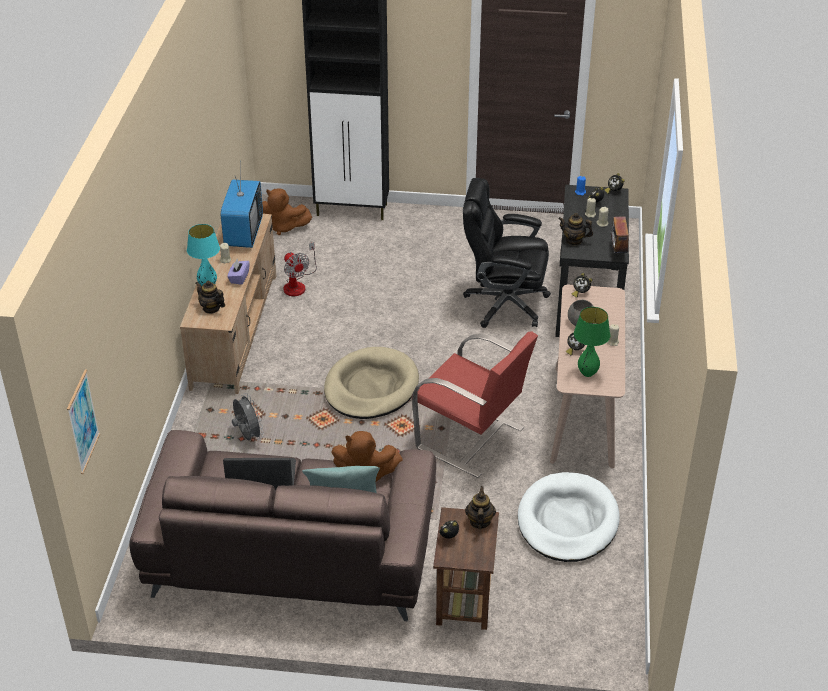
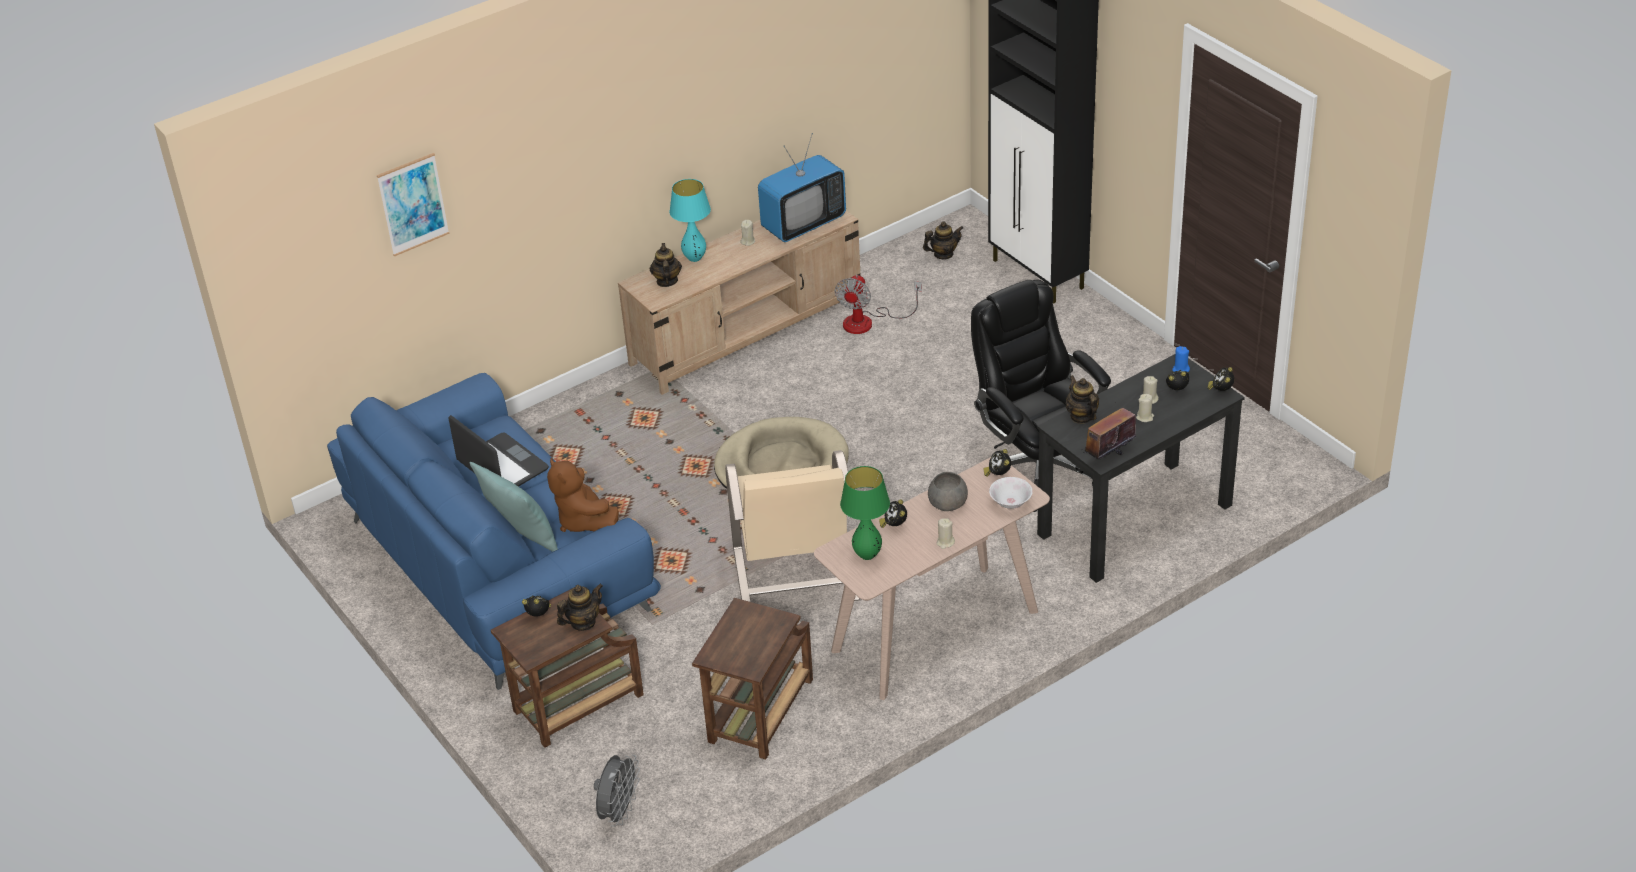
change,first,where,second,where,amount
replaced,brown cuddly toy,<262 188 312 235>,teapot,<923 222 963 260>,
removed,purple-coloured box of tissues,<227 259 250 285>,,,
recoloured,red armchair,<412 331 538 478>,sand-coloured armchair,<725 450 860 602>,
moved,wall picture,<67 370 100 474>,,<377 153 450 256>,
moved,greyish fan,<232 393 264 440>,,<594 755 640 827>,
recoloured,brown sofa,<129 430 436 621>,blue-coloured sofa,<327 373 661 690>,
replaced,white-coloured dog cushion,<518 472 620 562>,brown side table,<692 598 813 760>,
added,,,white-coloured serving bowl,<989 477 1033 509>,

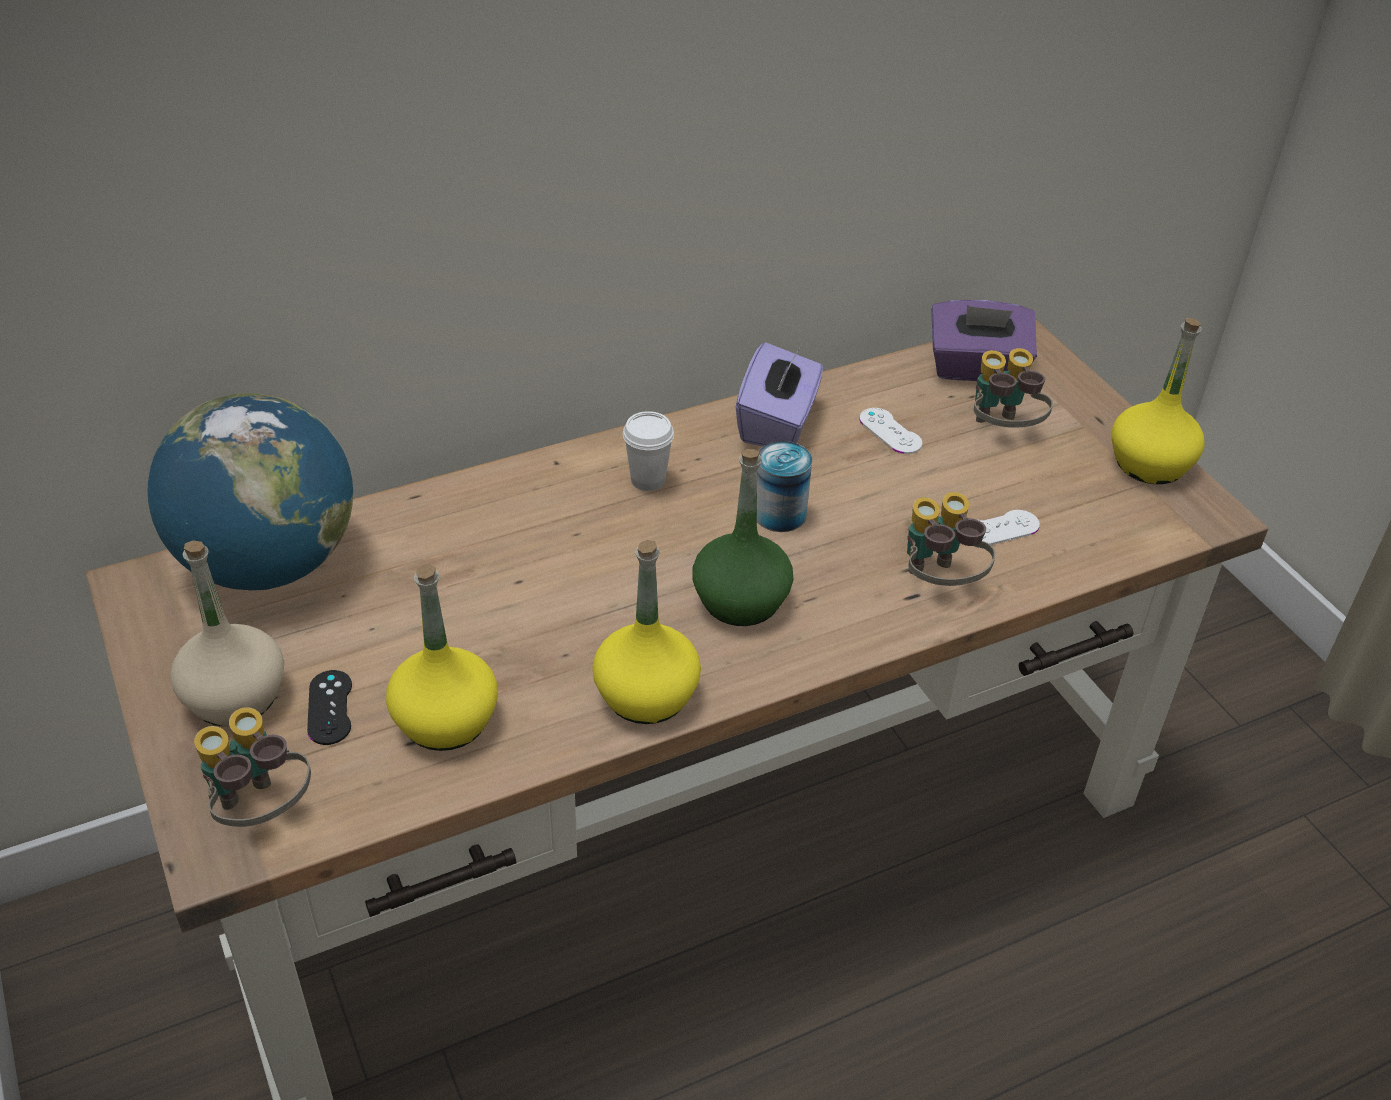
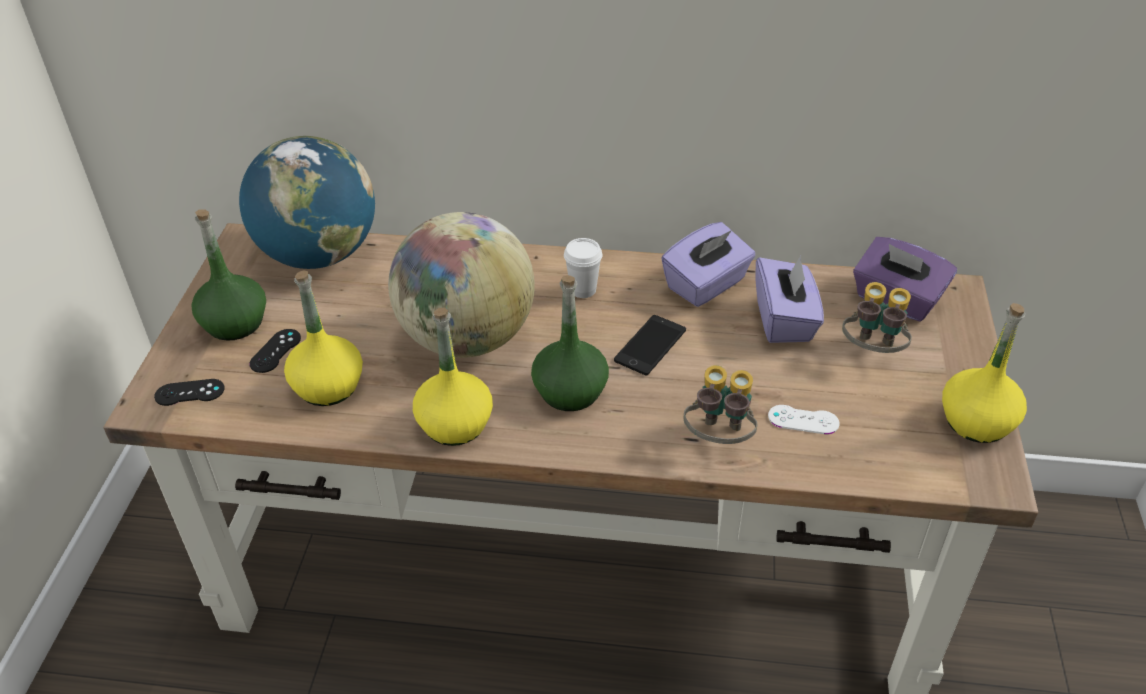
change,first,where,second,where,amount
replaced,white-coloured game controller,<859 408 922 454>,purple-coloured box of tissues,<756 256 824 343>,
replaced,can,<757 441 812 532>,telephone,<614 315 686 375>,
recoloured,sand-coloured bottle,<170 540 284 727>,green-coloured bottle,<191 210 266 341>,
replaced,binoculars,<194 707 311 827>,black-coloured game controller,<154 379 225 406>,
added,,,globe,<388 212 535 358>,

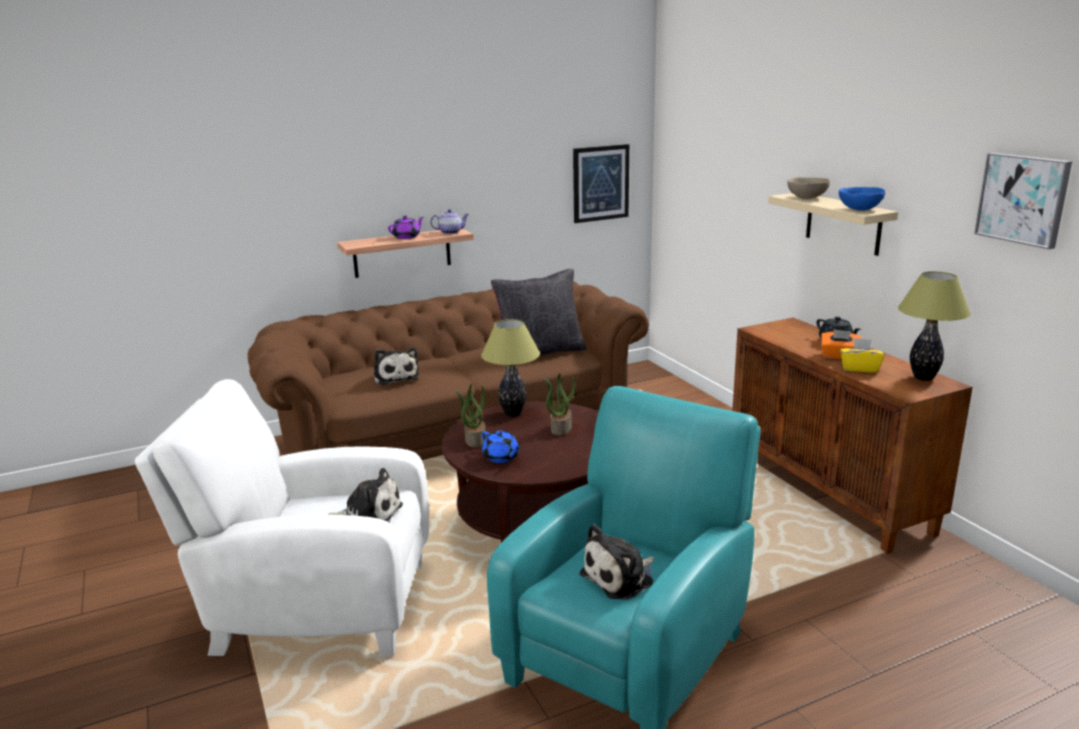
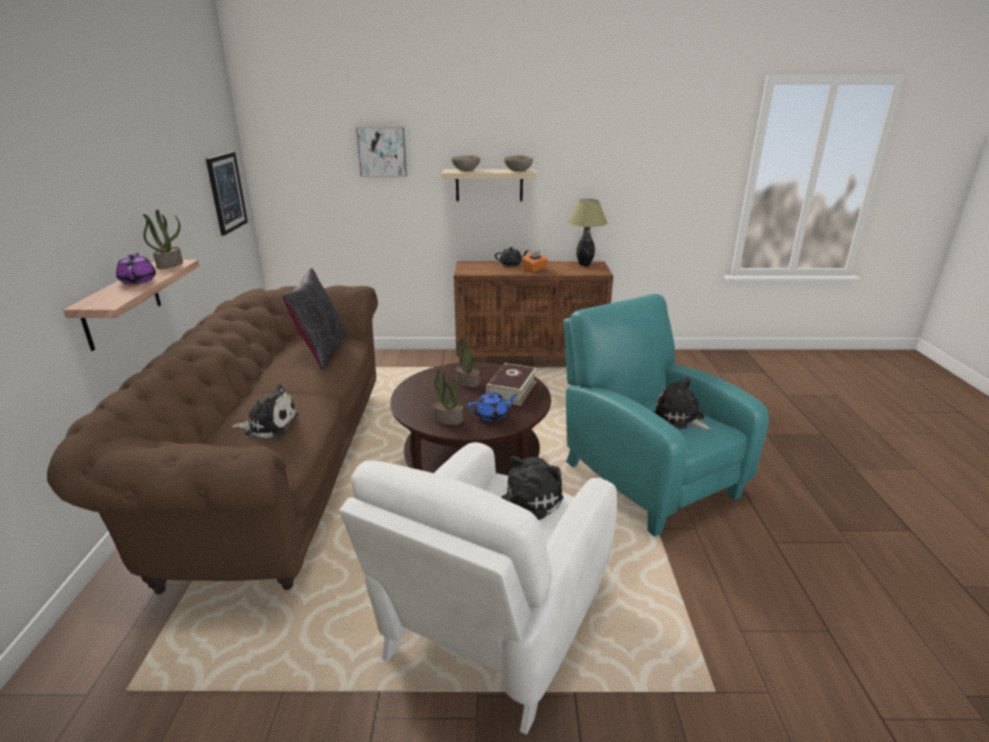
change,first,where,second,where,amount
moved,wall picture,<974 153 1072 249>,,<356 127 407 177>,
recoloured,blue-coloured serving bowl,<839 187 885 211>,sand-coloured serving bowl,<504 155 533 171>,
replaced,teapot,<430 209 469 234>,potted plant,<143 209 183 269>,
removed,table lamp,<481 319 540 417>,,,
removed,yellow-coloured box of tissues,<840 338 884 373>,,,
turned,cuddly toy,<579 524 654 600>,,<654 377 711 429>,150 degrees clockwise
added,,,bound book,<486 363 537 405>,

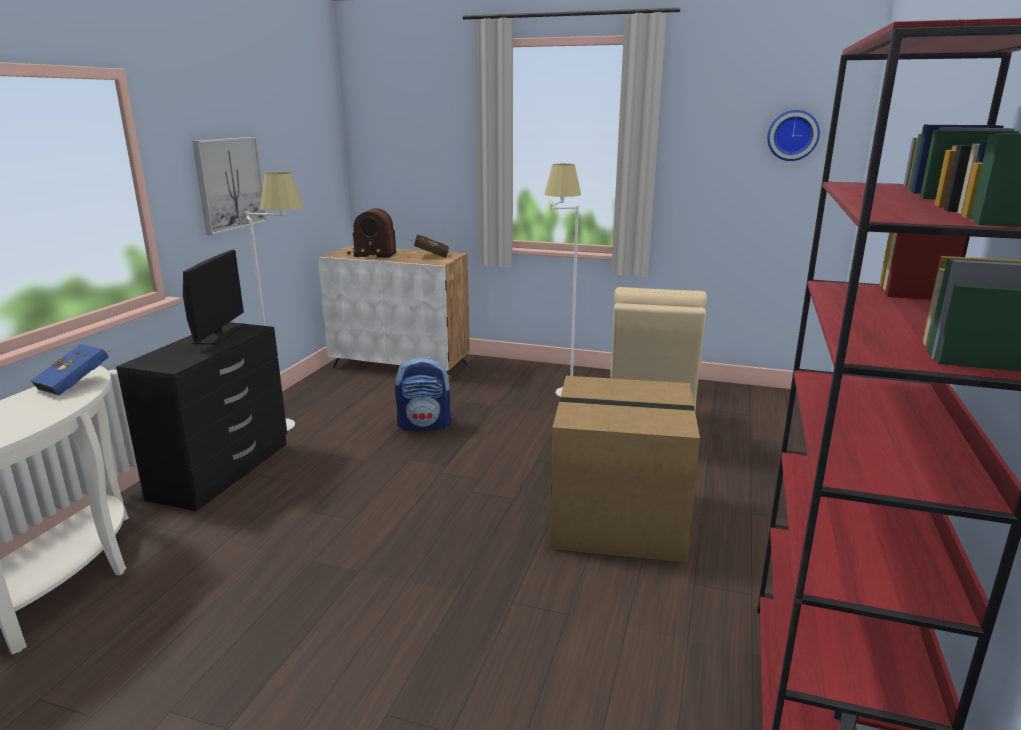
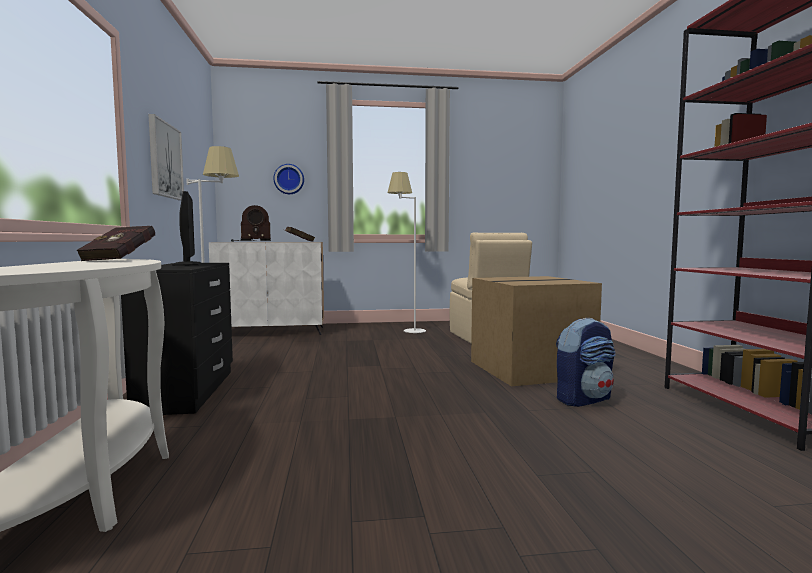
change,first,where,second,where,amount
moved,hanging clock,<767 110 820 161>,,<273 164 304 194>,
recoloured,blue-coloured bound book,<31 344 111 396>,red bound book,<77 226 155 261>,
moved,knapsack,<395 357 451 431>,,<556 318 616 407>,

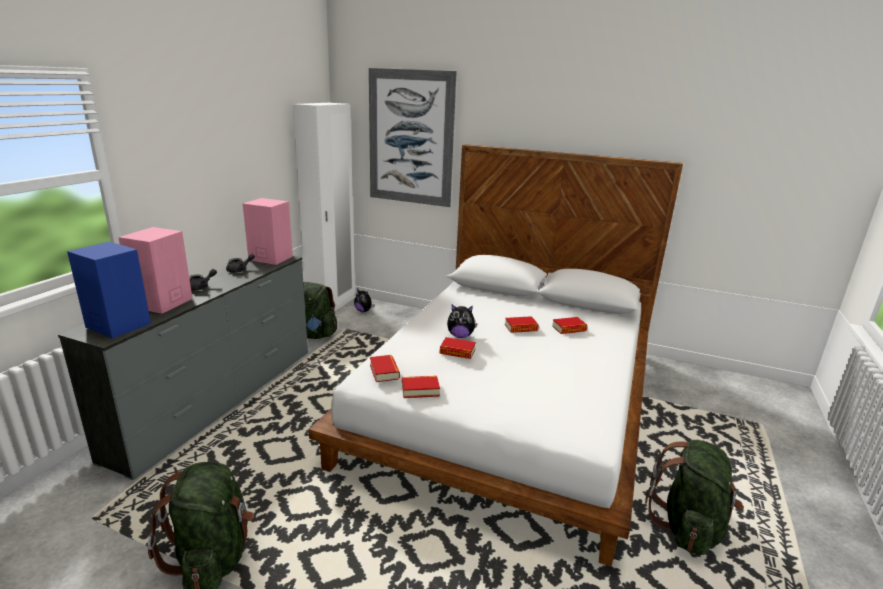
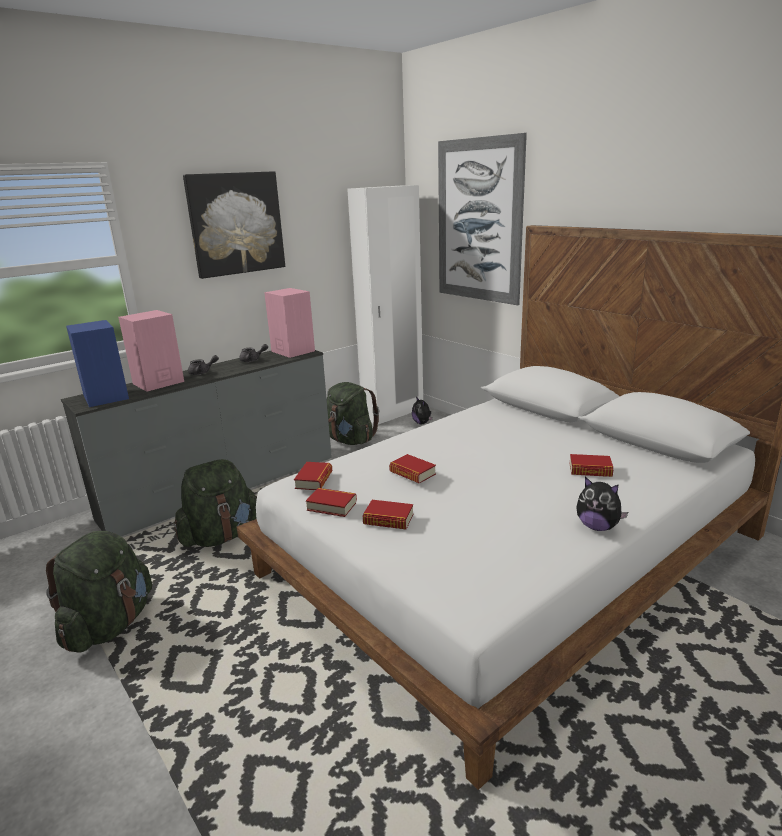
change,first,where,second,where,amount
moved,cuddly toy,<447 305 478 338>,,<576 477 628 531>,
moved,bound book,<505 316 539 333>,,<363 500 413 529>,
moved,green-coloured knapsack,<645 440 744 555>,,<174 459 257 547>,
added,,,wall picture,<183 171 285 279>,

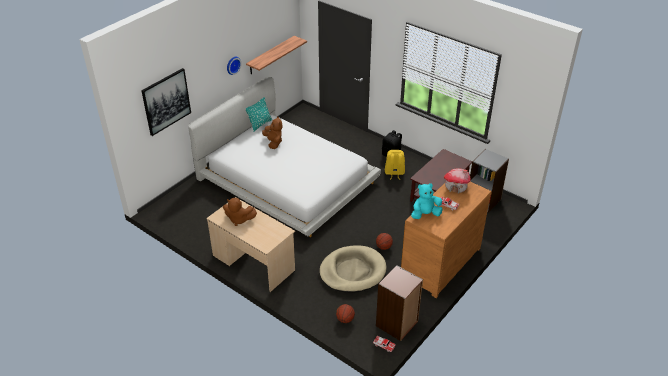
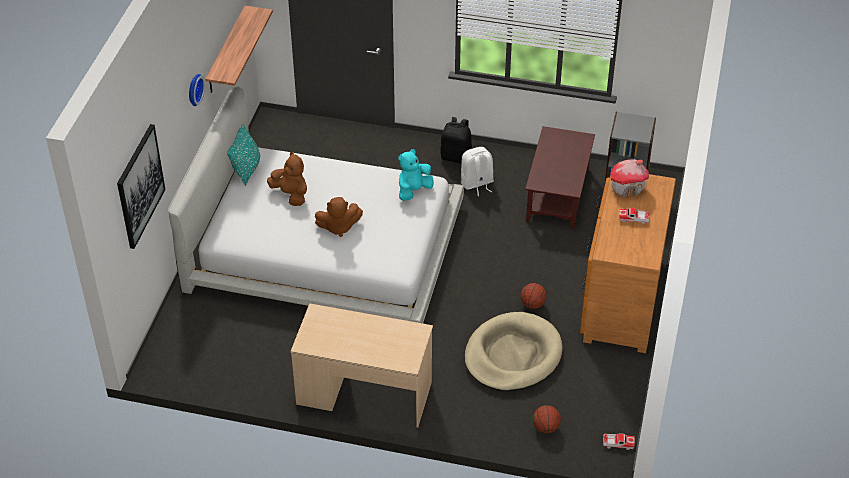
change,first,where,second,where,amount
recoloured,yellow-coloured knapsack,<385 150 405 180>,white-coloured knapsack,<461 147 494 196>,
moved,blue-green cuddly toy,<411 183 443 219>,,<398 149 434 201>,
moved,brown cuddly toy,<223 198 257 226>,,<315 197 363 237>,
removed,brown shelving unit,<376 265 423 341>,,,

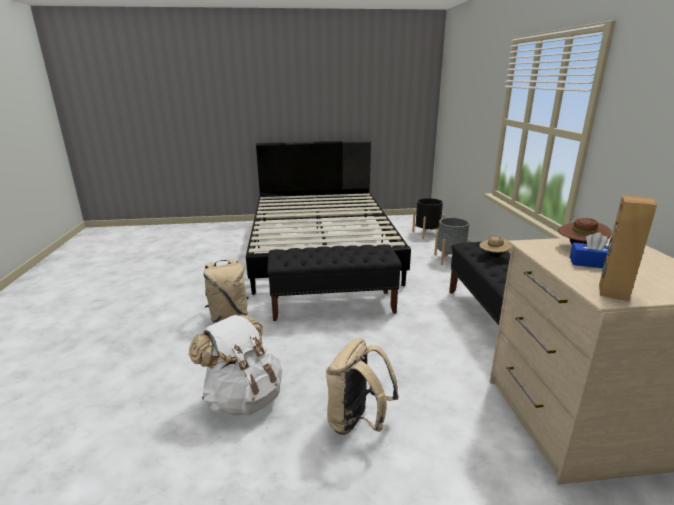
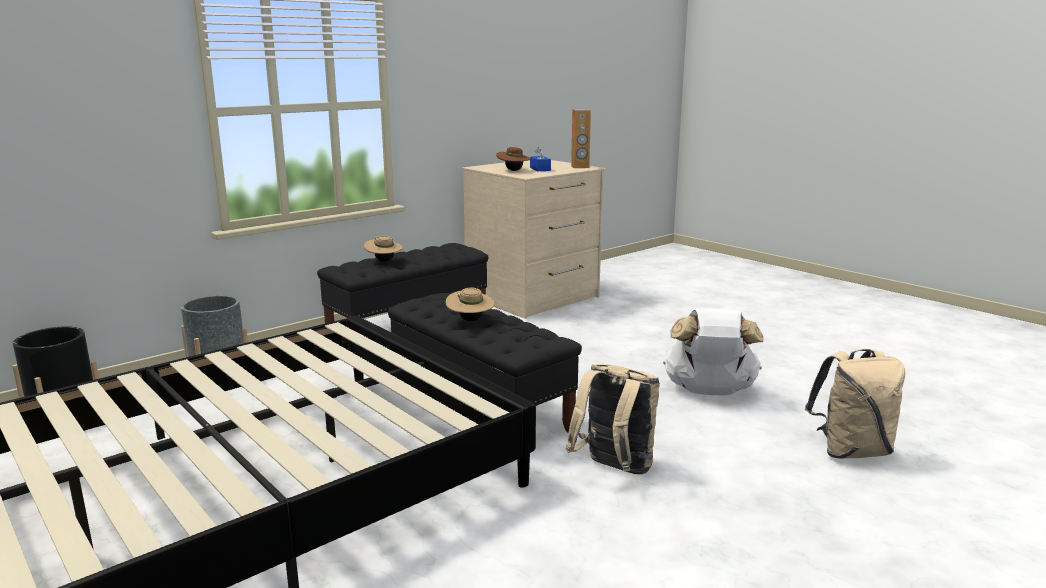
change,first,where,second,where,amount
moved,sand-coloured knapsack,<326 338 399 435>,,<805 349 905 459>,
added,,,sand-coloured clothing hat,<446 288 495 321>,

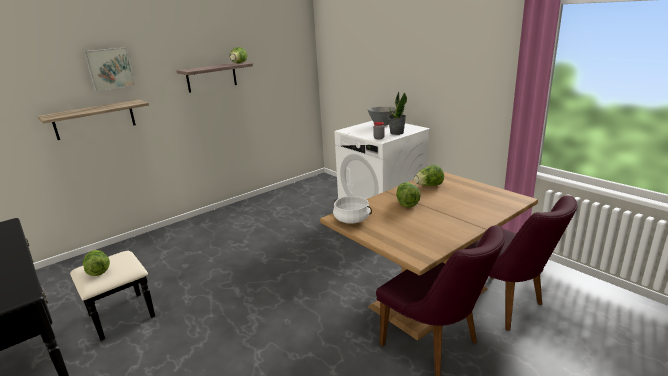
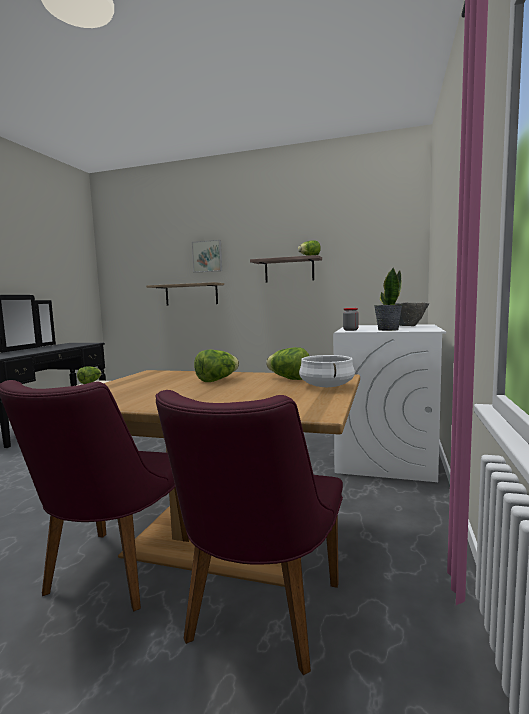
change,first,where,second,where,amount
moved,white-coloured cooking pot,<333 196 372 224>,,<299 355 355 387>,

